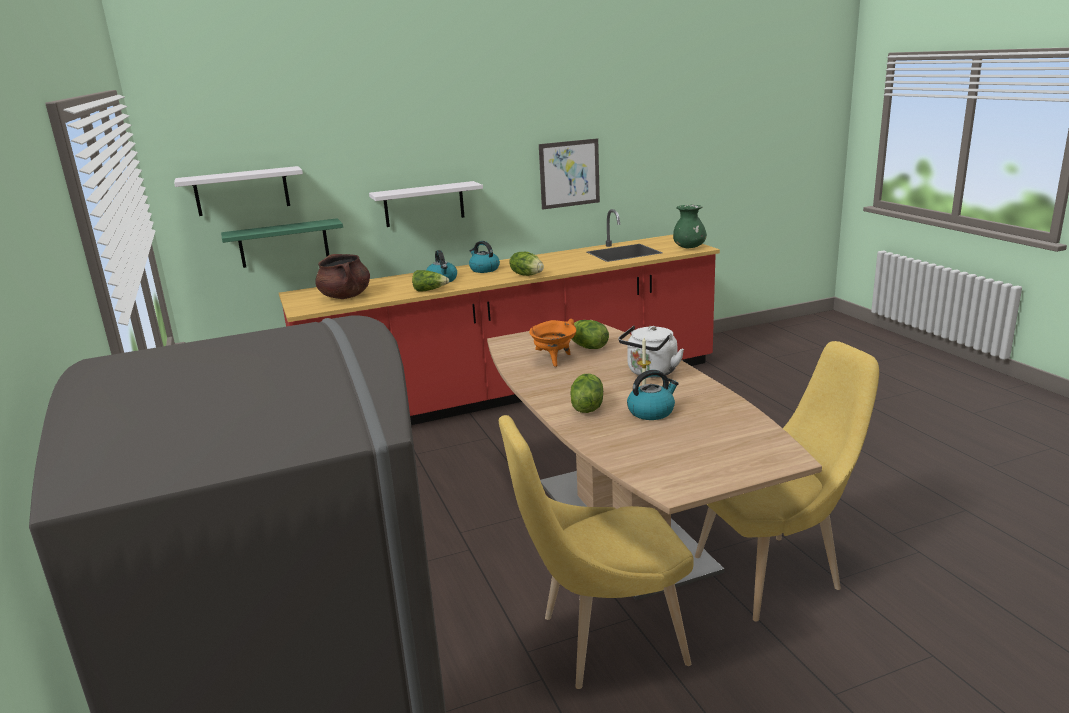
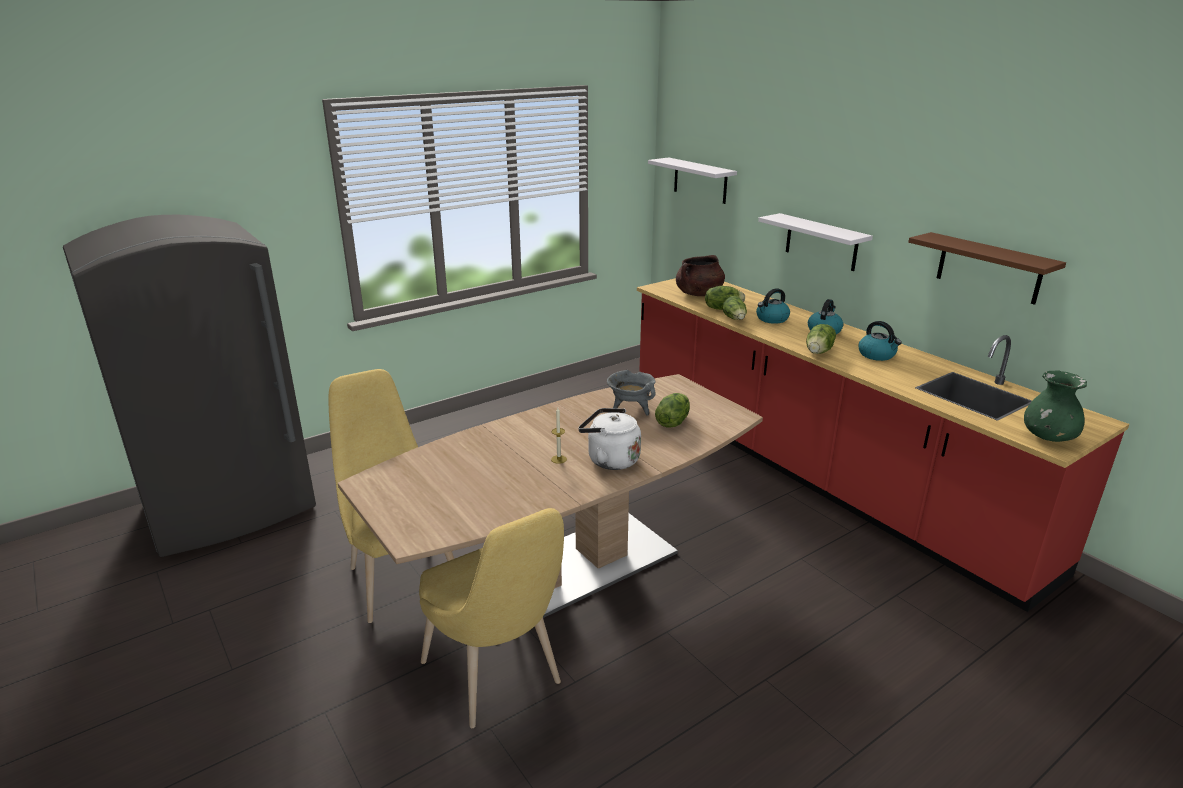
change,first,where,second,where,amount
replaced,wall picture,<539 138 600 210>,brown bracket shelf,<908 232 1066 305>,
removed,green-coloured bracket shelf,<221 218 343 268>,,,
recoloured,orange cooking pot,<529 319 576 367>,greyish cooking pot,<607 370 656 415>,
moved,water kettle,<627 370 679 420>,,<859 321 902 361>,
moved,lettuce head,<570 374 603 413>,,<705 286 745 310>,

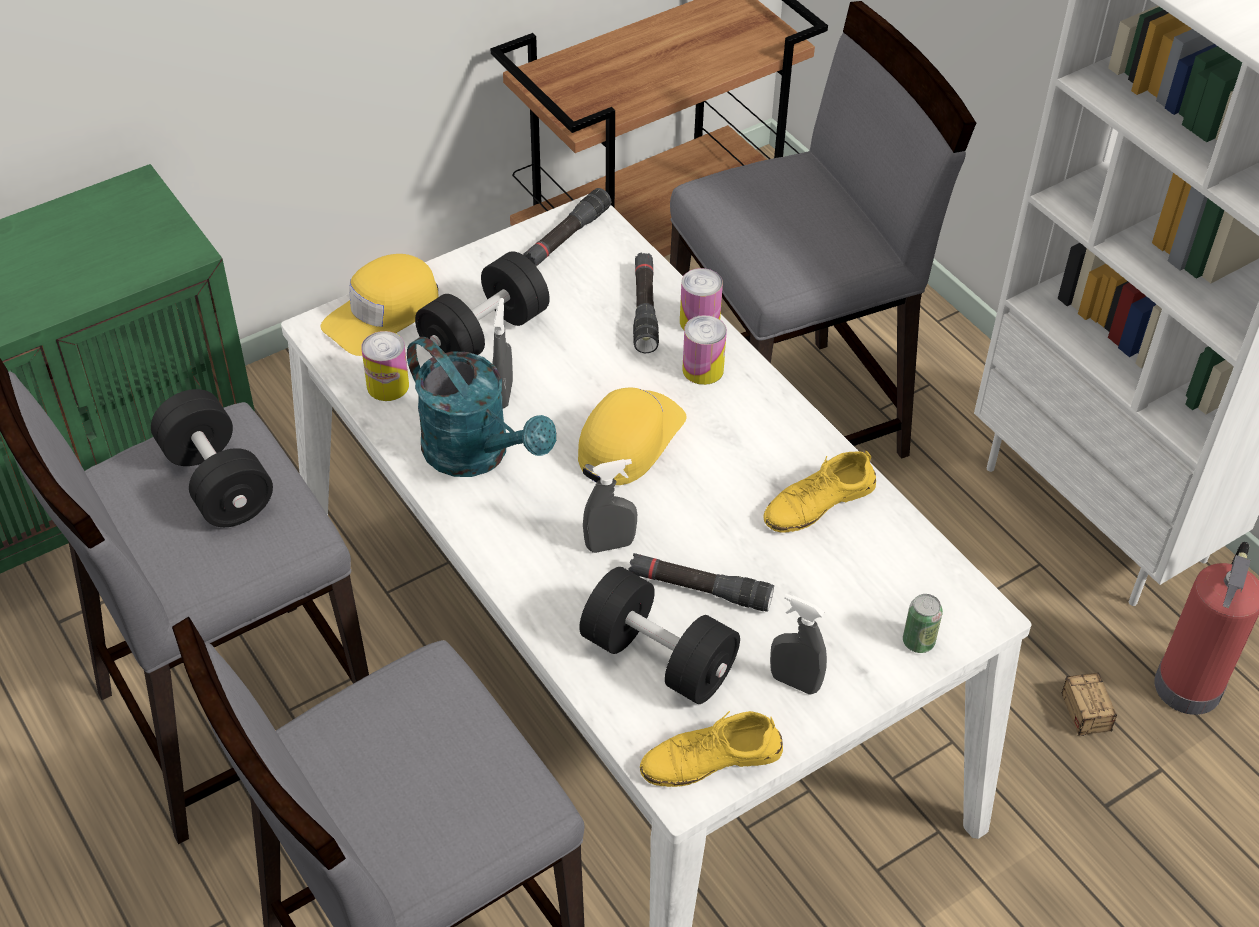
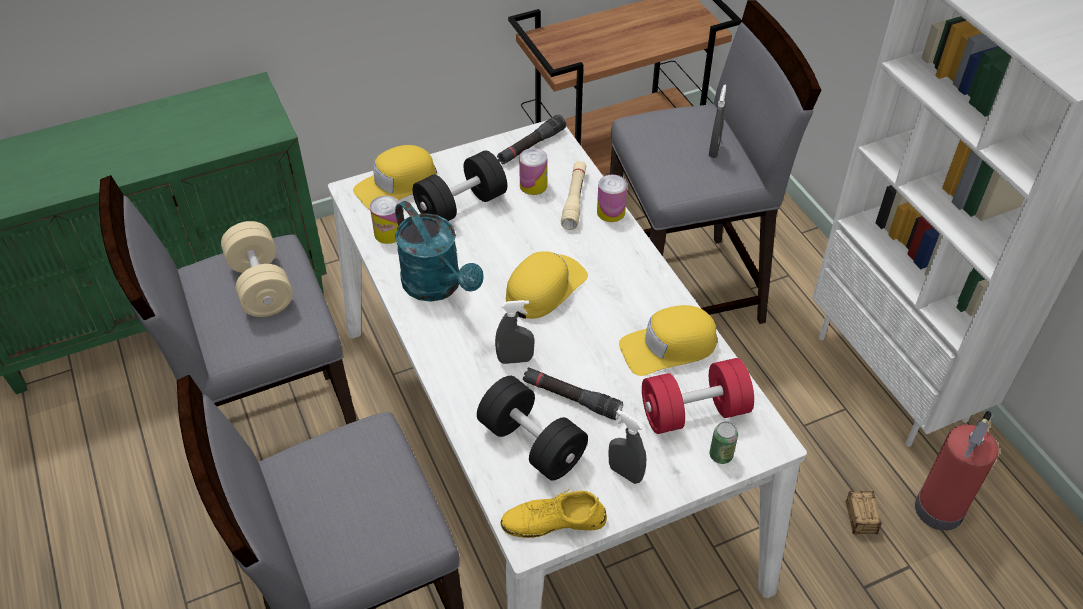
change,first,where,second,where,amount
recoloured,black-coloured hand torch,<633 253 659 353>,sand-coloured hand torch,<561 161 586 230>,
moved,greyish spray bottle,<492 298 513 408>,,<709 84 726 158>,
moved,can,<682 315 727 385>,,<519 148 547 195>,
recoloured,black-coloured hand weight,<151 389 273 527>,sand-coloured hand weight,<221 221 293 317>,
replaced,yellow-coloured shoe,<763 450 876 533>,yellow-coloured cap,<619 305 718 376>,
added,,,red hand weight,<642 358 754 434>,

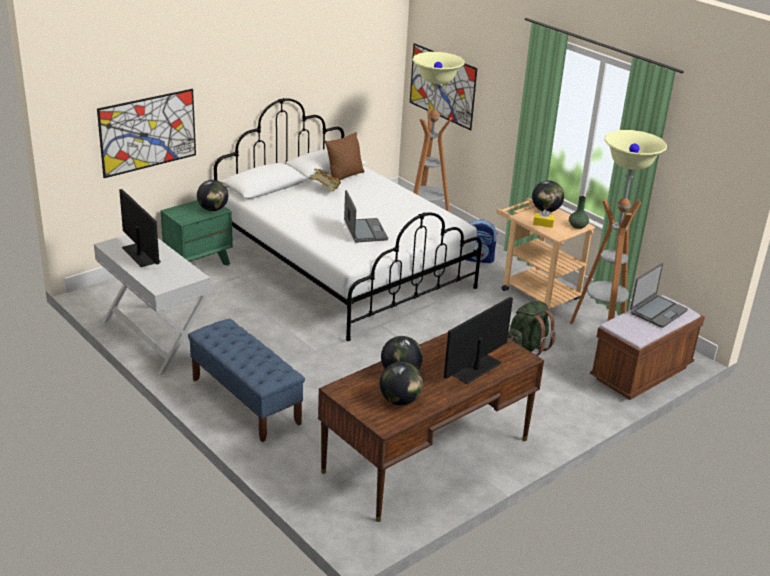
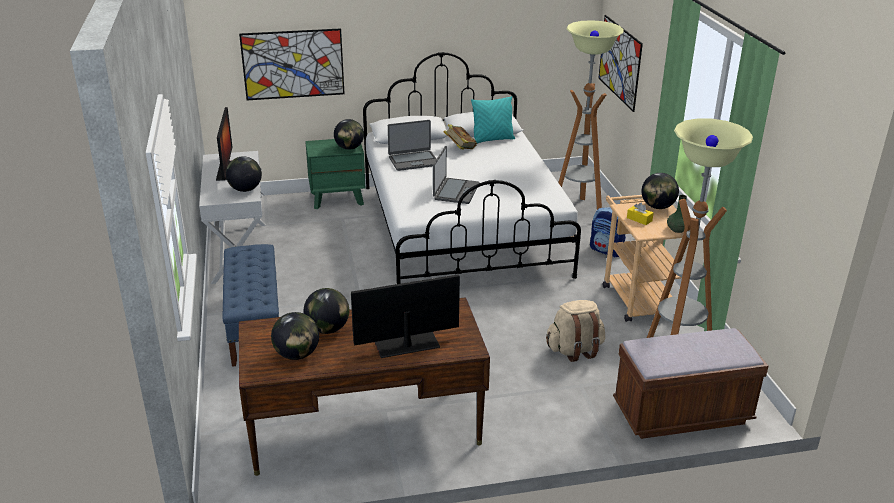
change,first,where,second,where,amount
recoloured,brown cushion,<325 132 364 180>,blue-green cushion,<471 96 515 144>,
moved,notebook computer,<630 263 688 328>,,<388 120 436 171>,
recoloured,green-coloured knapsack,<508 301 556 356>,sand-coloured knapsack,<546 300 605 362>,
added,,,globe,<226 156 262 192>,

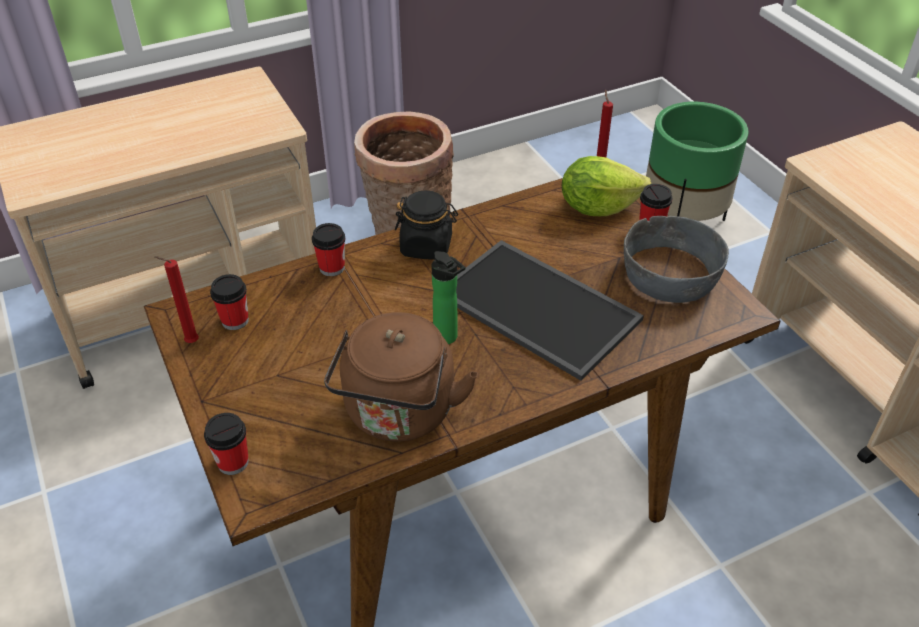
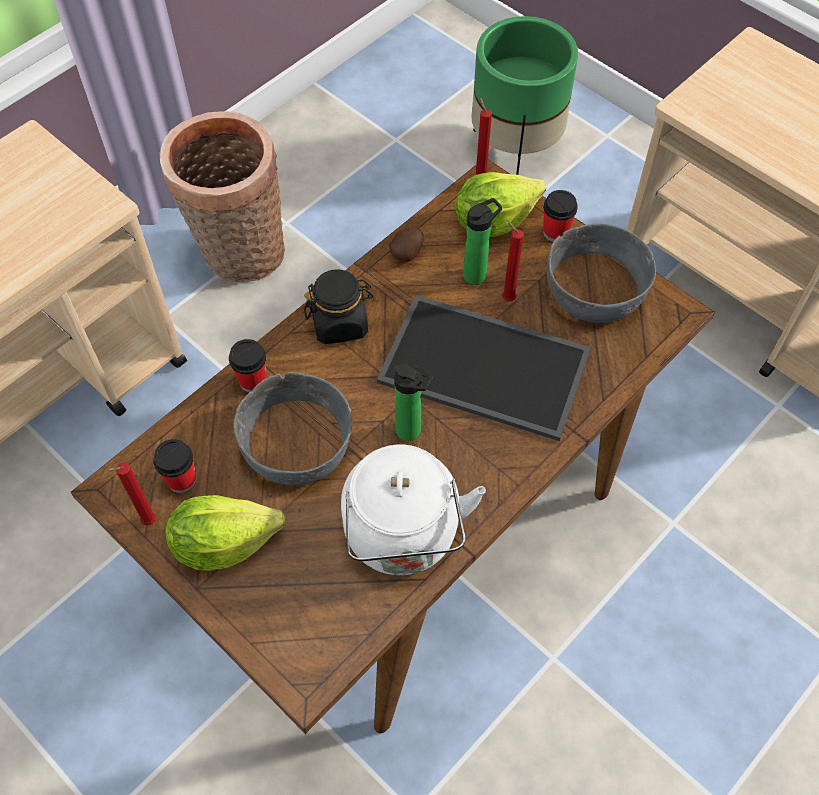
change,first,where,second,where,amount
recoloured,brown water kettle,<324 312 478 441>,white-coloured water kettle,<341 445 486 575>,
removed,cup,<204 413 249 475>,,,
added,,,bottle,<463 198 502 285>,
added,,,red wax light,<502 220 524 302>,
added,,,spud,<389 227 424 262>,
added,,,greyish serving bowl,<233 373 352 485>,
added,,,lettuce head,<166 495 285 571>,

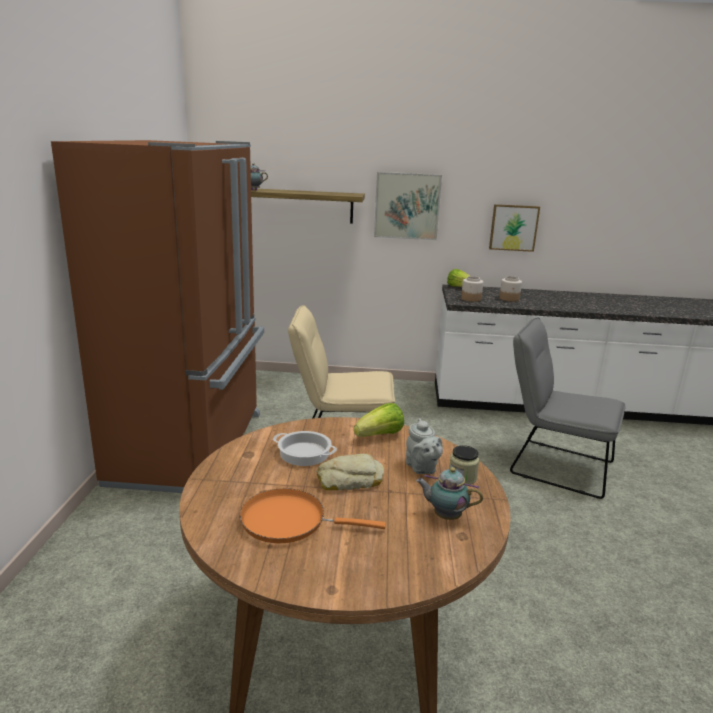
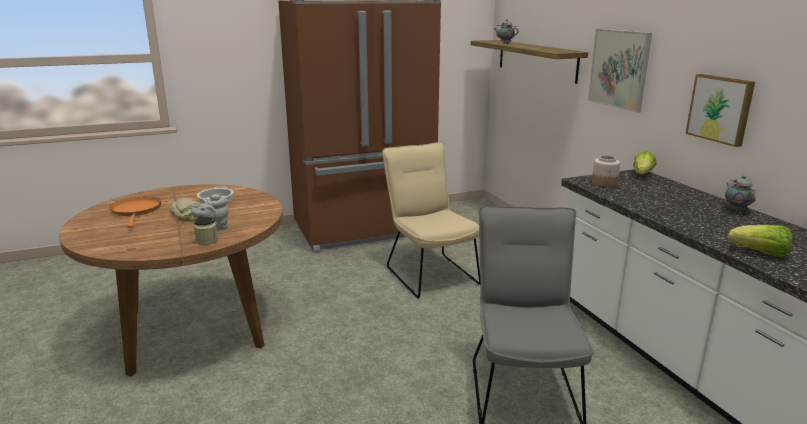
change,first,where,second,where,amount
removed,jar,<499 276 522 301>,,,
moved,lettuce head,<354 403 404 437>,,<728 225 792 257>,
moved,teapot,<416 467 483 520>,,<725 175 756 212>,

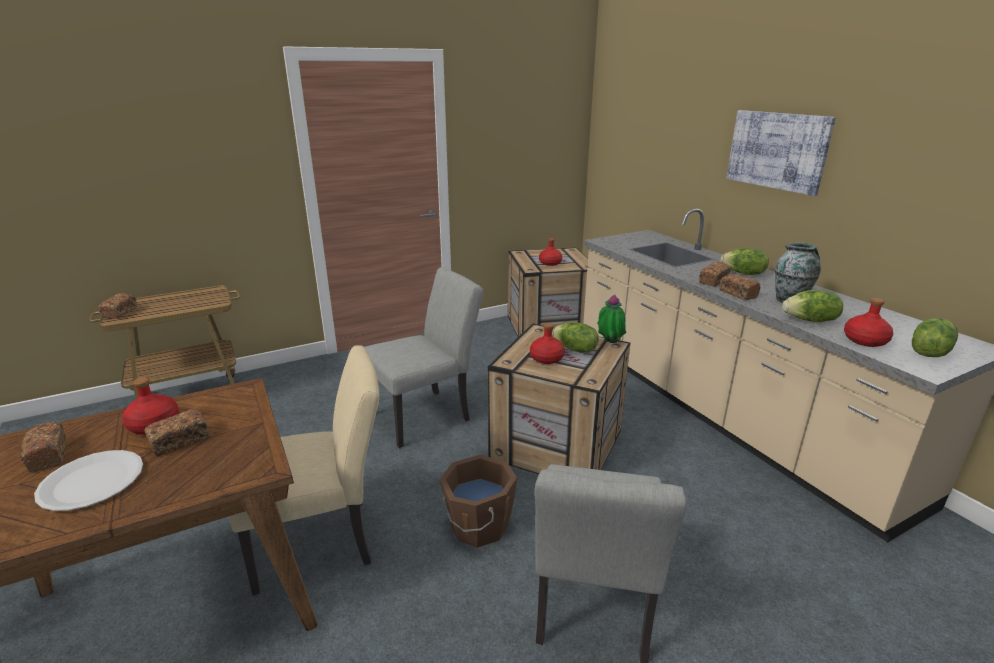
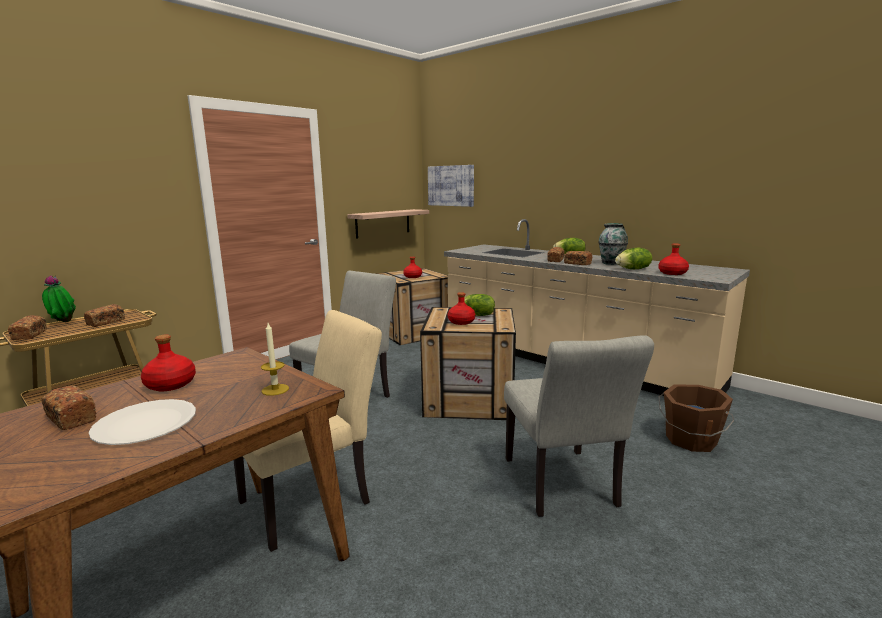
change,first,where,second,where,amount
moved,wall picture,<726 110 836 196>,,<428 165 474 207>,
moved,potted plant,<597 295 626 343>,,<42 275 76 322>,
removed,lettuce head,<912 318 958 357>,,,
moved,baked bread,<144 409 209 457>,,<84 304 125 327>,
moved,brown pail,<439 455 517 548>,,<658 384 734 452>,
added,,,bracket shelf,<347 209 429 239>,
added,,,wax light,<261 323 289 396>,

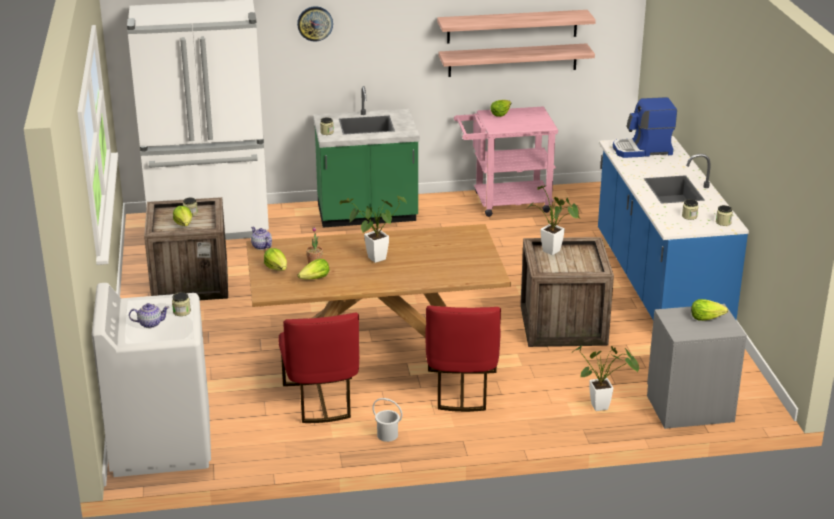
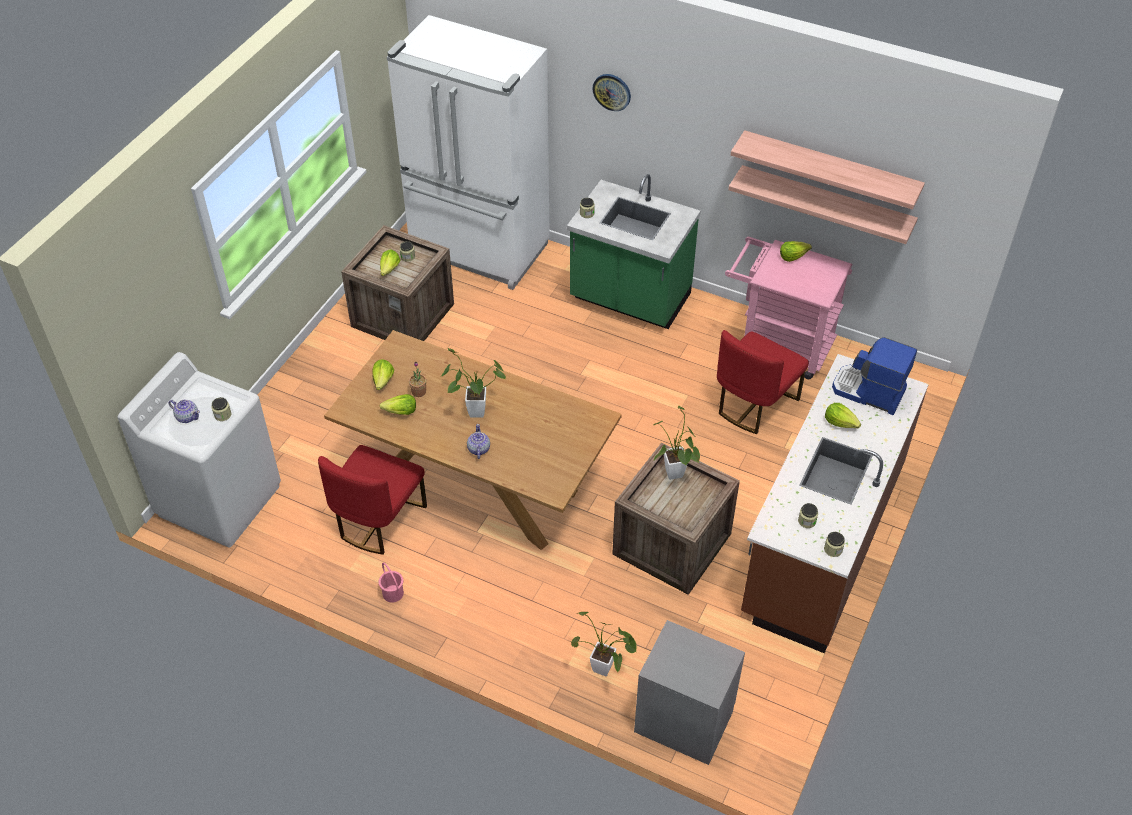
change,first,where,second,where,amount
recoloured,blue-coloured kitchen counter,<598 136 749 320>,brown kitchen counter,<741 354 929 653>,
moved,teapot,<251 227 272 250>,,<467 424 490 459>,
moved,lettuce head,<691 299 728 321>,,<825 403 861 428>,
moved,red plain chair,<425 305 501 412>,,<717 330 809 434>,
recoloured,white-coloured pail,<372 398 402 442>,pink-coloured pail,<379 563 404 602>,

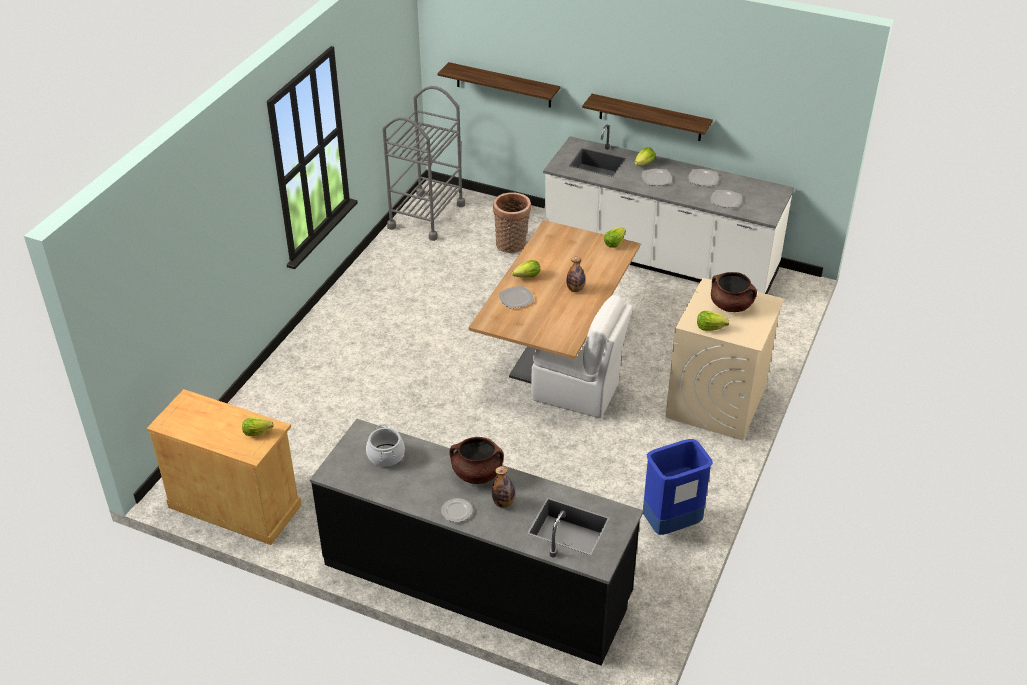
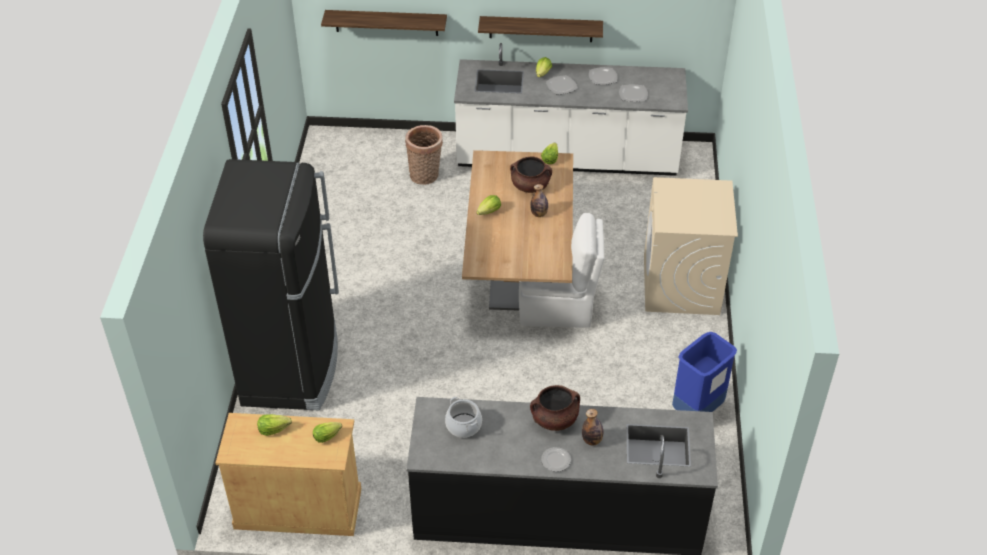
change,first,where,second,where,amount
removed,greyish trolley,<383 86 465 241>,,,
moved,brown cooking pot,<711 272 757 312>,,<510 156 552 193>,
removed,flat dish,<498 286 534 308>,,,
moved,lettuce head,<697 311 730 331>,,<257 414 292 436>,
added,,,black-coloured kitchen fridge,<203 159 339 411>,

